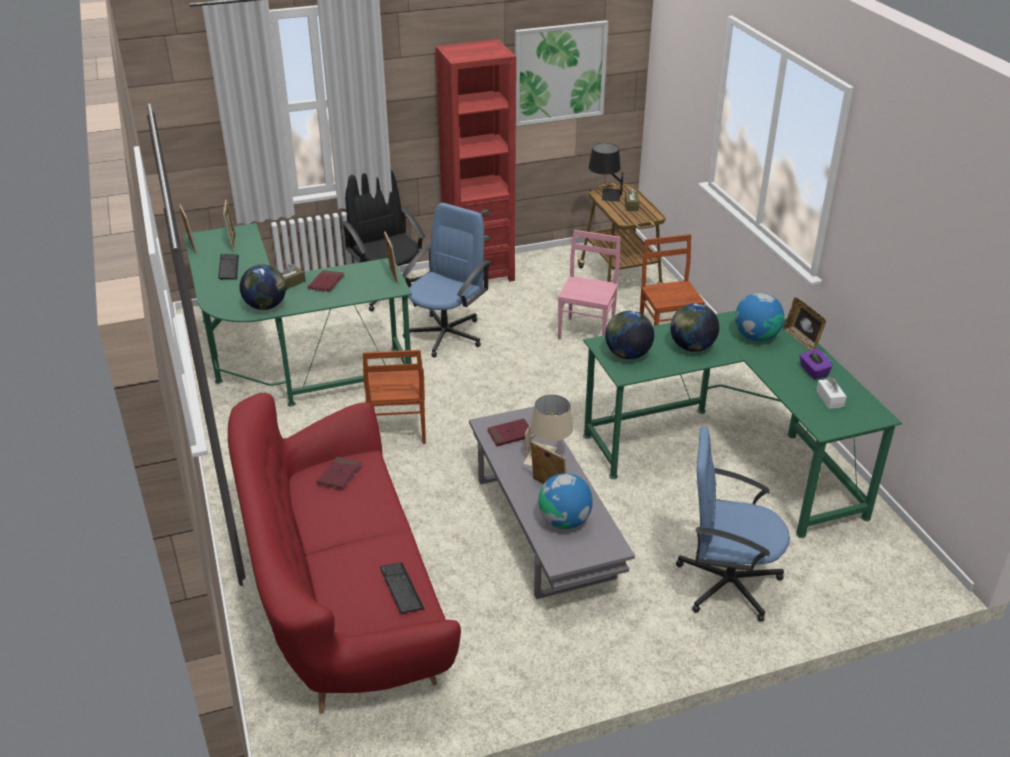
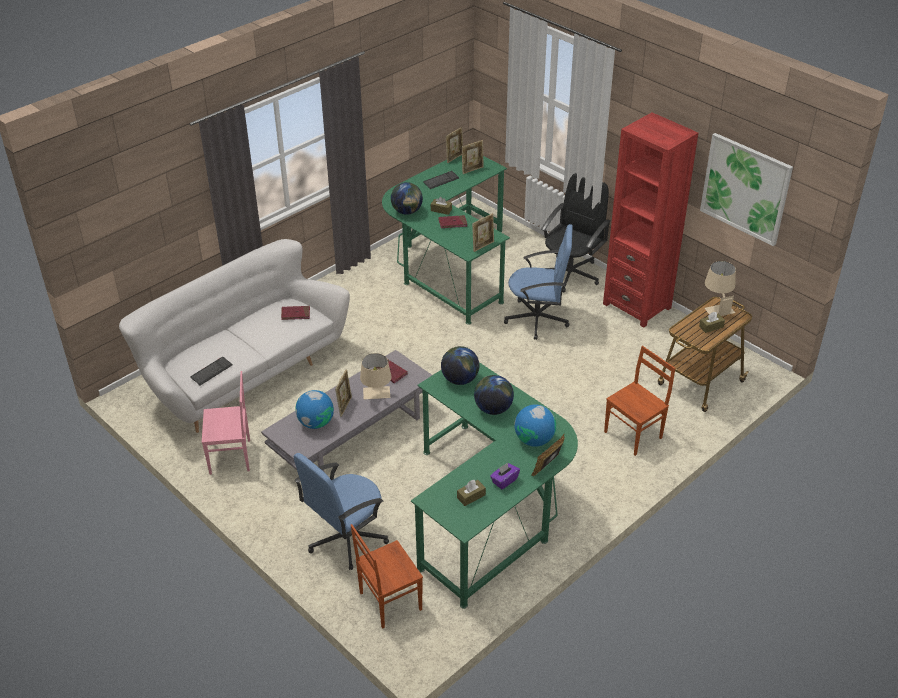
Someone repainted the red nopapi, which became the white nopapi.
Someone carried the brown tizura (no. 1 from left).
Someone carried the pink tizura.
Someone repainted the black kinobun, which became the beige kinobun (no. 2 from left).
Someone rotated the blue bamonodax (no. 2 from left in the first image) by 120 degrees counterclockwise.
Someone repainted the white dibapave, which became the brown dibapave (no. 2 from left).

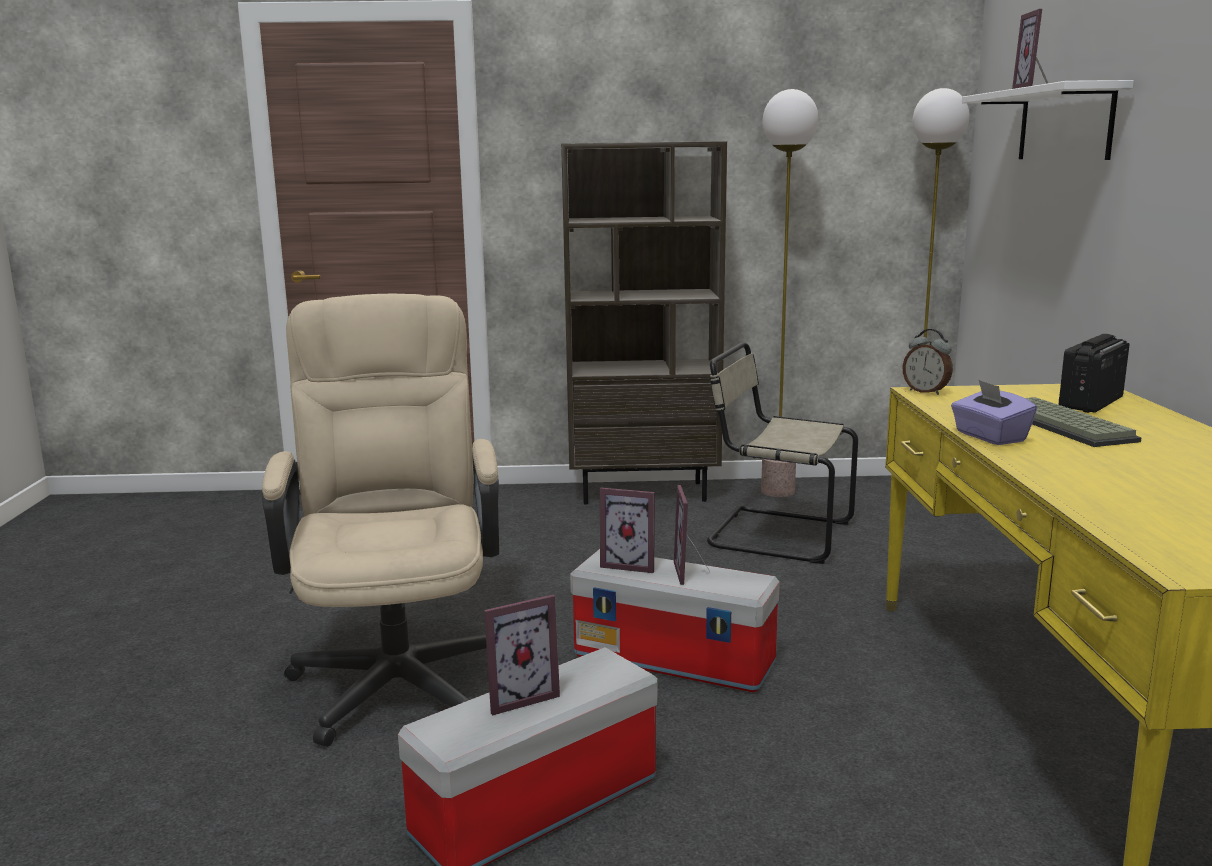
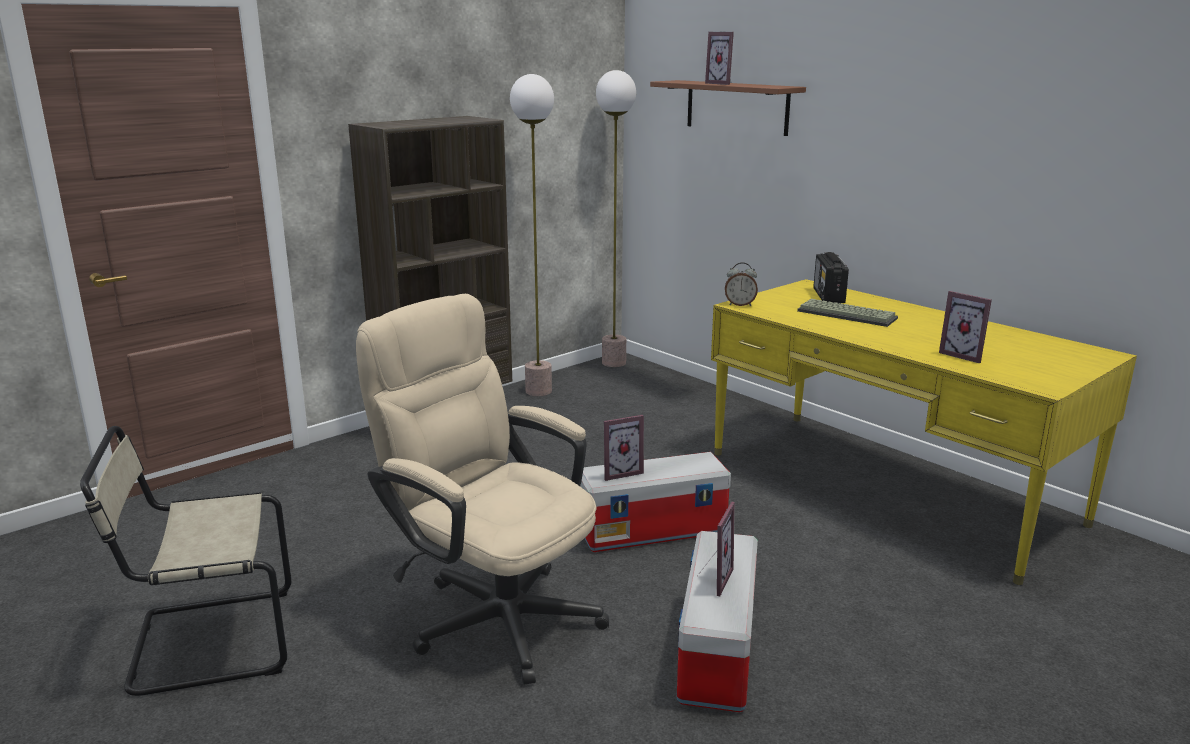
Someone carried the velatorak (no. 3 from left in the first image).
Someone carried the beige tizura.
Someone took away the purple dibapave.
Someone repainted the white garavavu, which became the brown garavavu.

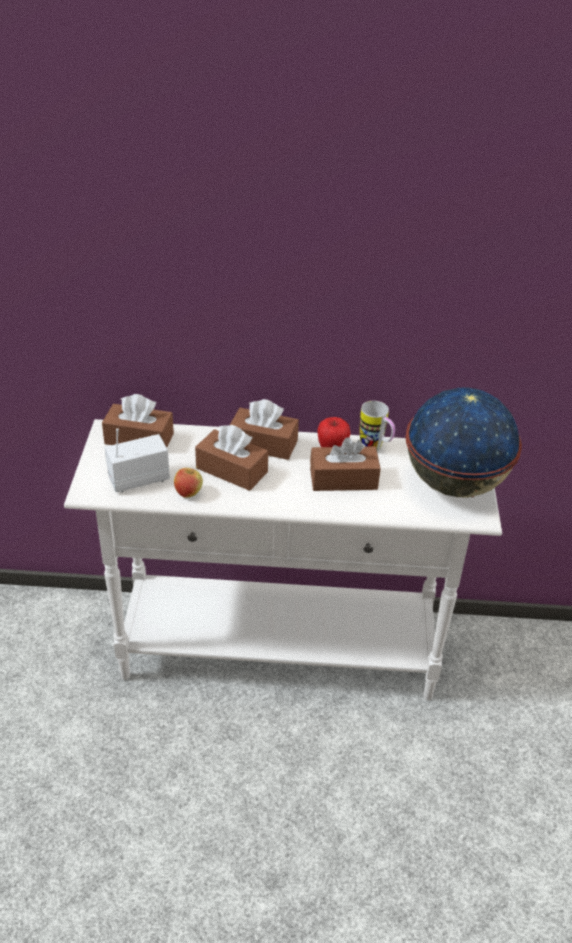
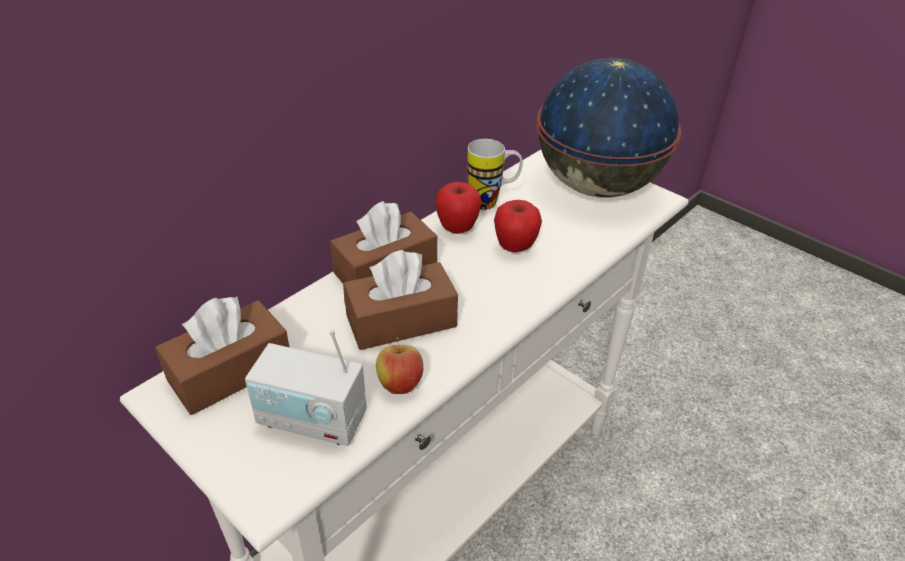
Someone rotated the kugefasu by 90 degrees counterclockwise.
Someone swapped the brown dibapave (no. 4 from left) for the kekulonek (no. 3 from left).

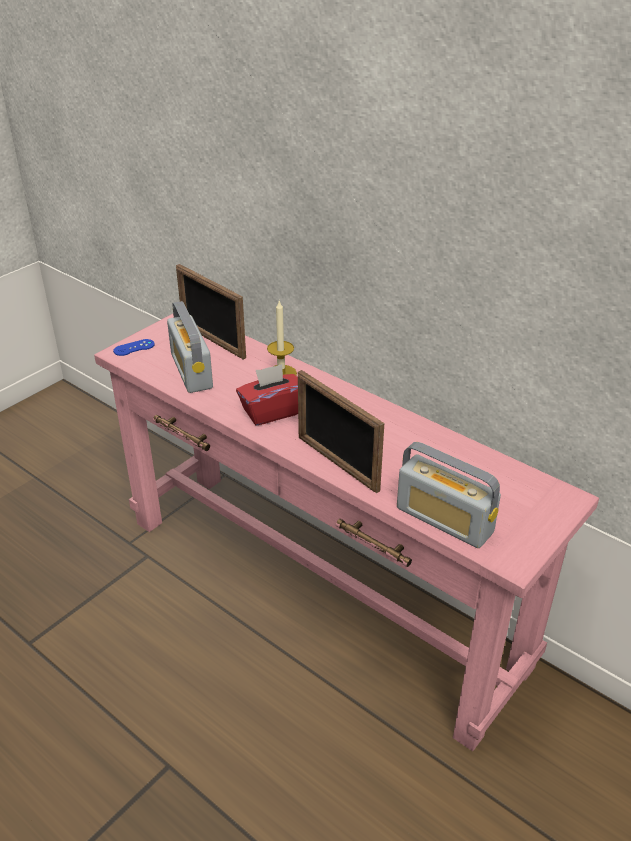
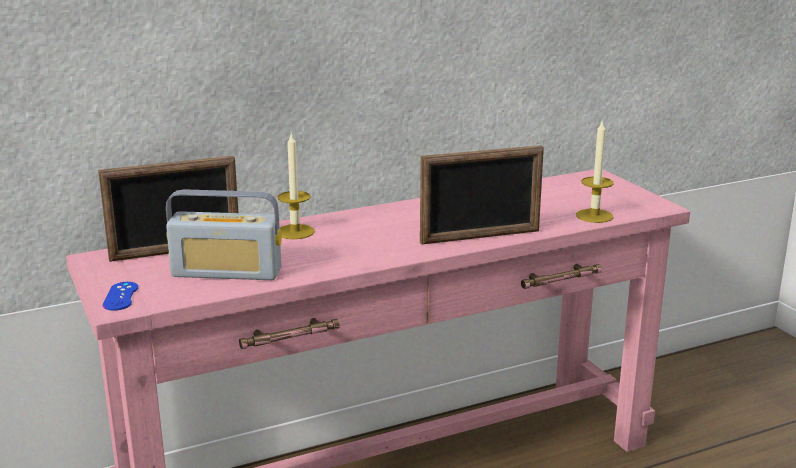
Someone took away the red dibapave.
Someone swapped the kugefasu (no. 2 from left) for the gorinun (no. 2 from left).

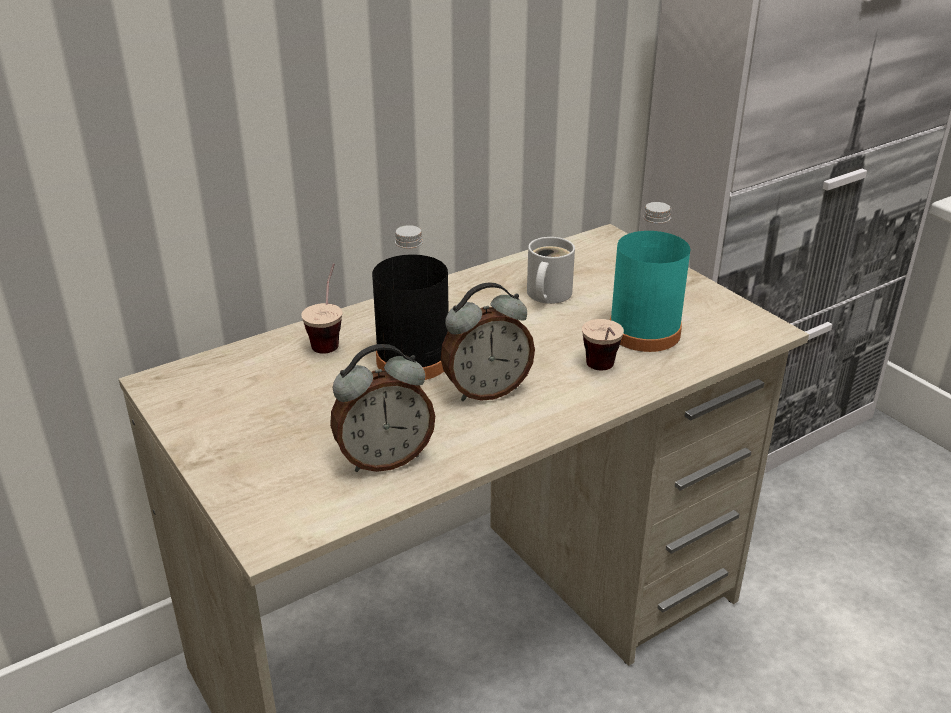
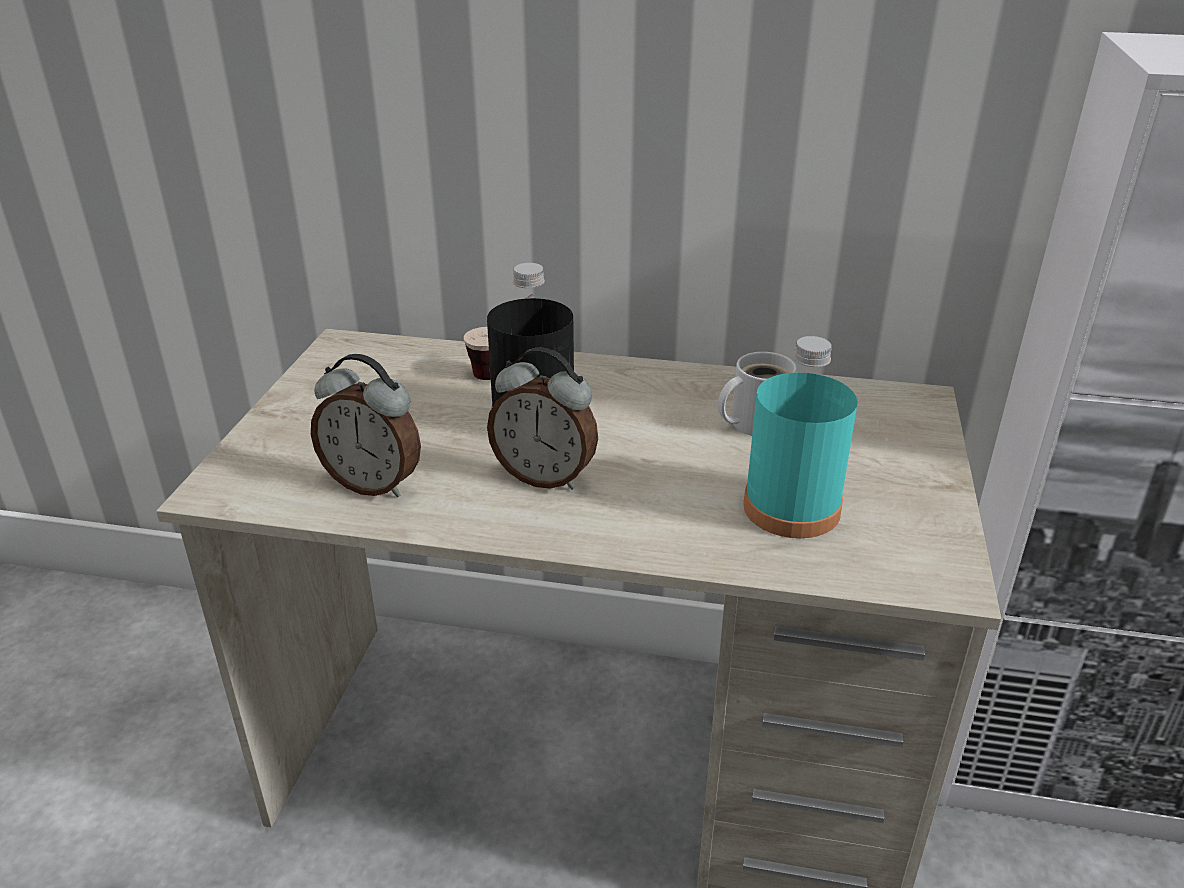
Someone took away the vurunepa (no. 2 from left).

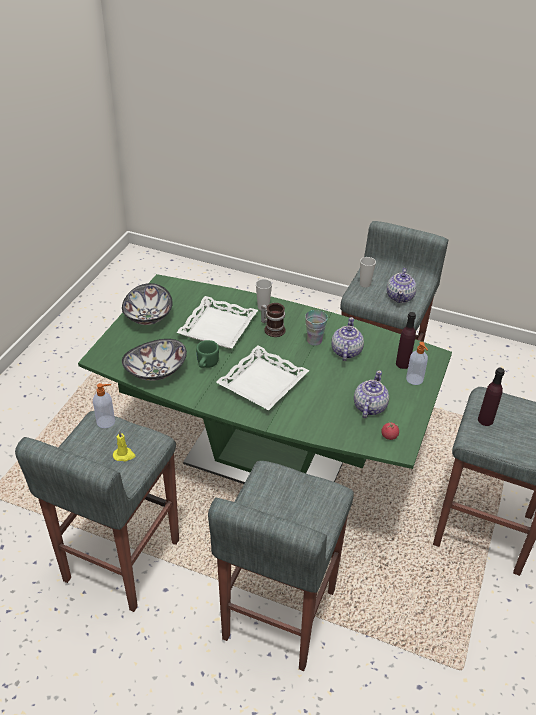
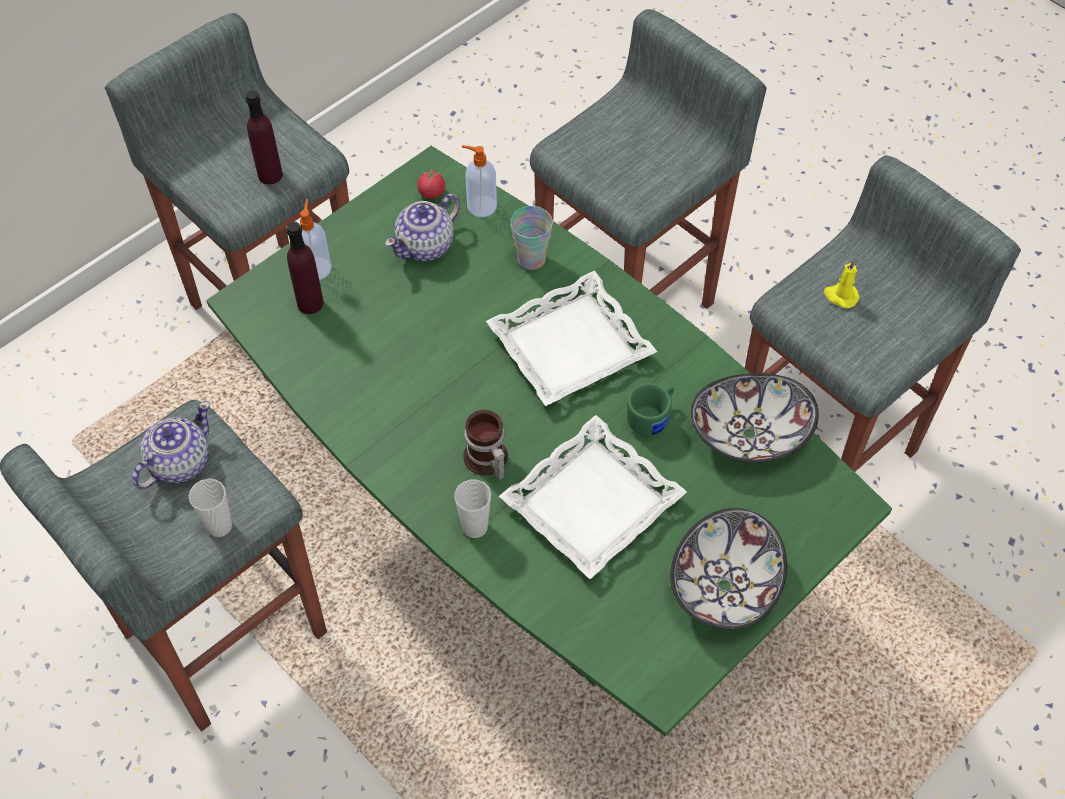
Someone carried the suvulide (no. 1 from left in the first image).
Someone carried the vurunepa (no. 2 from left in the first image).
Someone took away the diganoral (no. 1 from left).

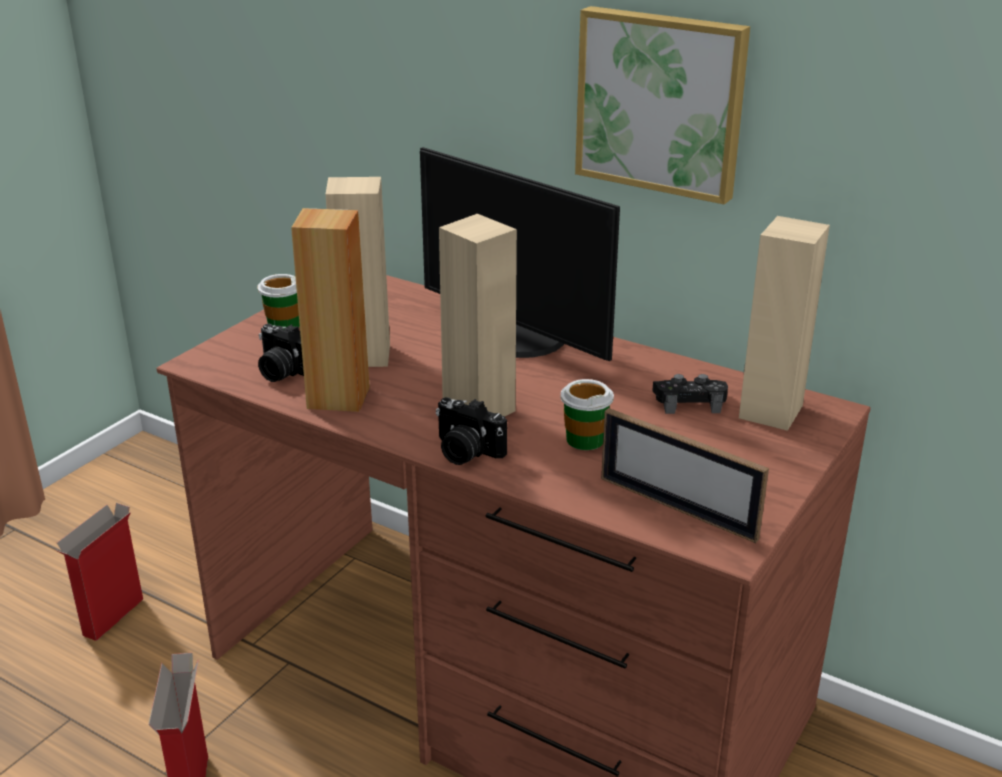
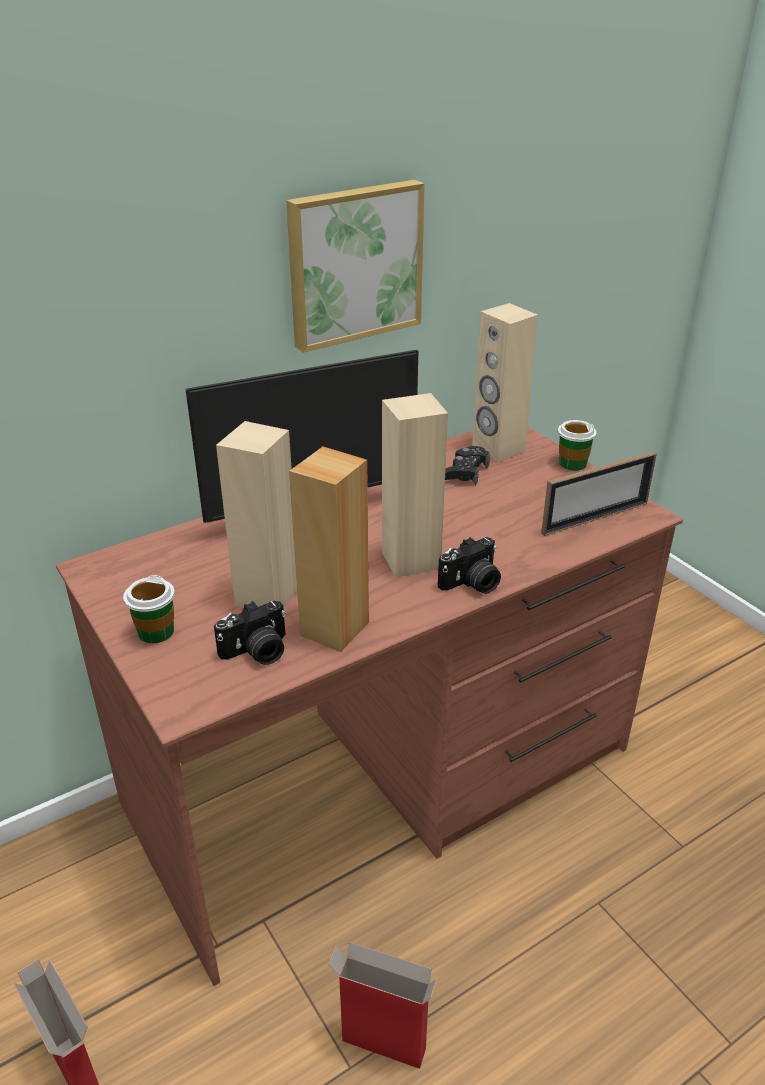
Someone carried the vurunepa (no. 2 from left).

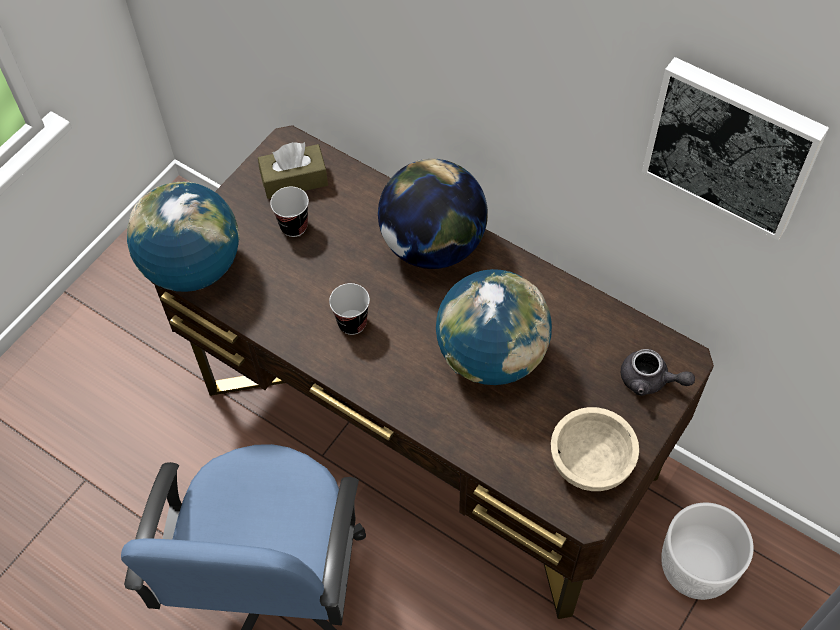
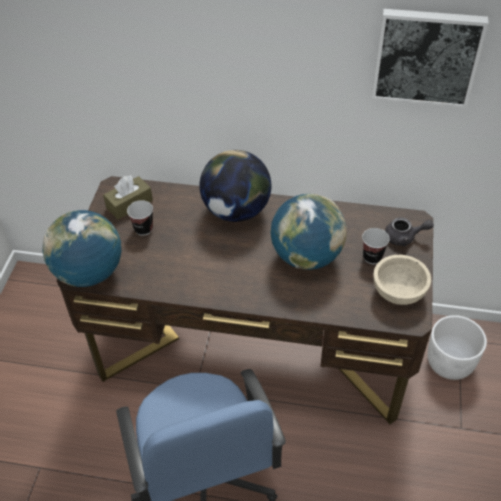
Someone carried the vurunepa (no. 2 from left).

